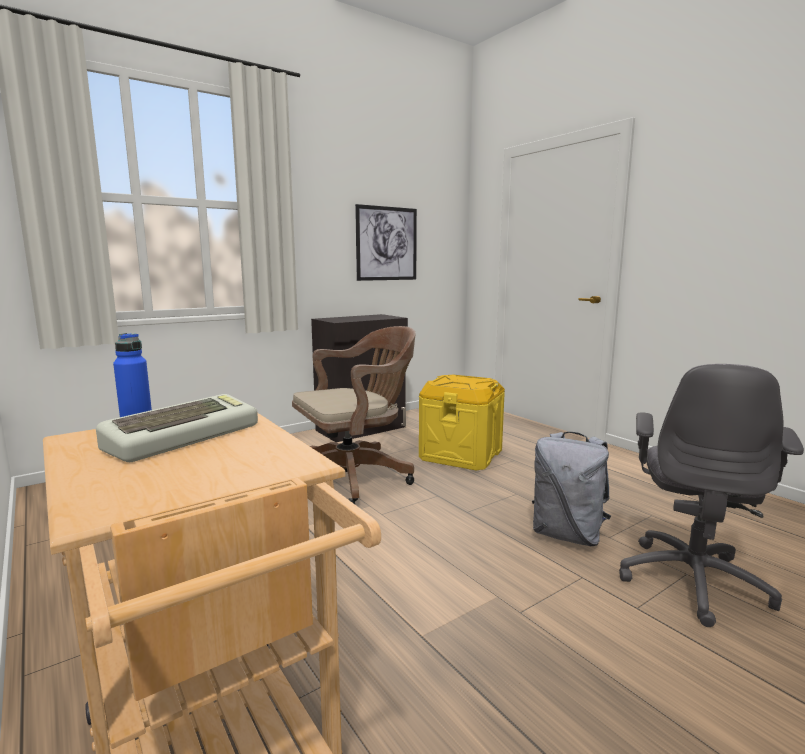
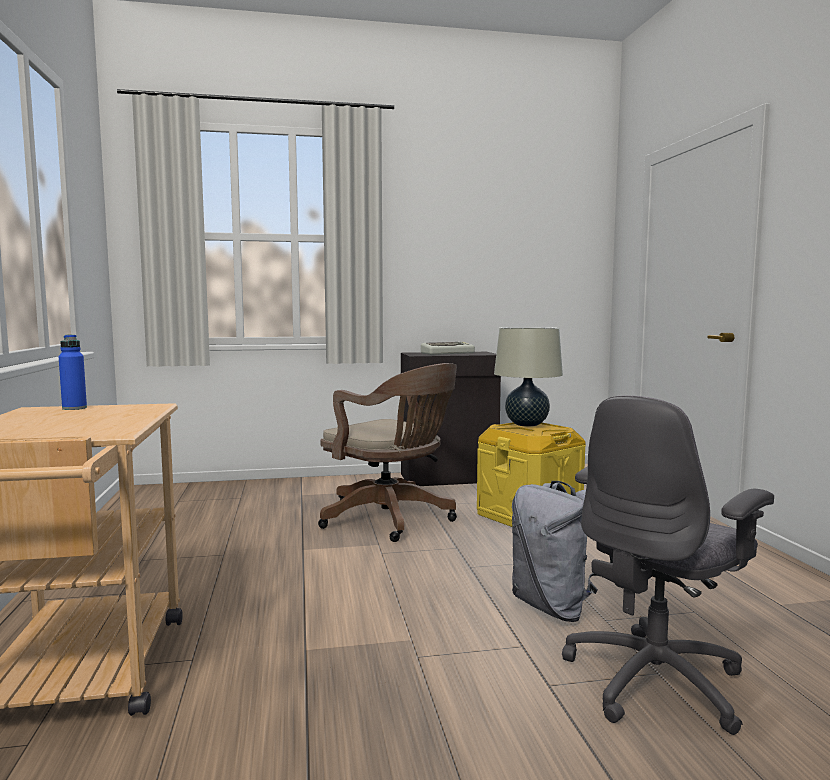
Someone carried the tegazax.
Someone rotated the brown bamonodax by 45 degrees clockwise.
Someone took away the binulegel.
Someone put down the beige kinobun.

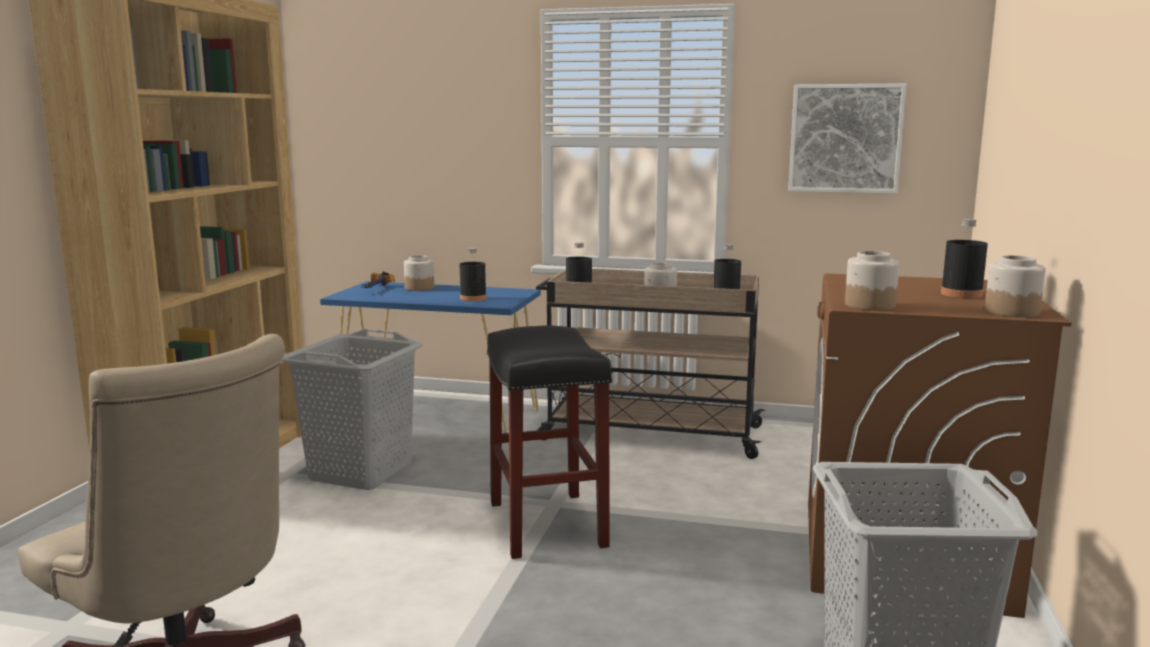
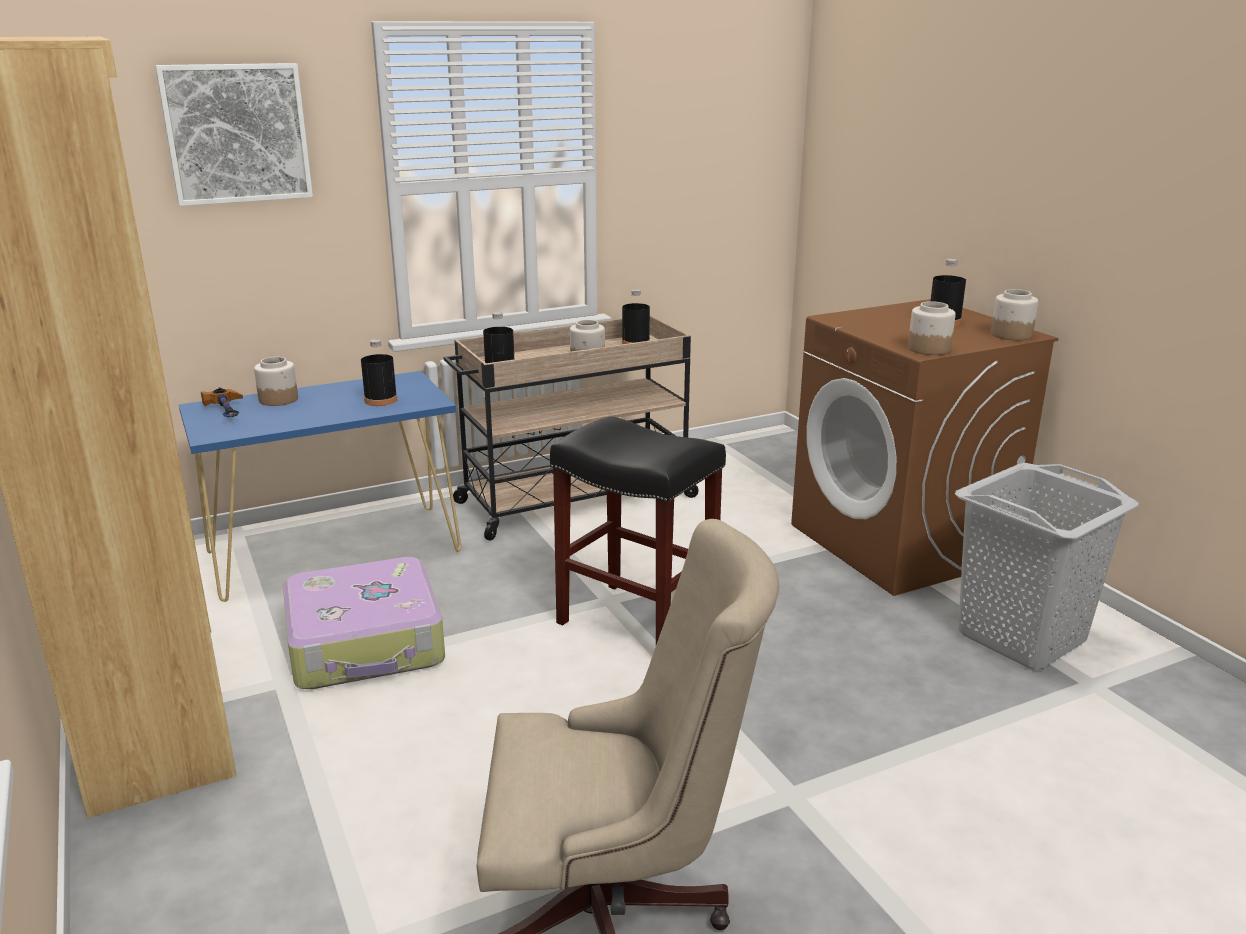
Someone swapped the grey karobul (no. 1 from left) for the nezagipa.
Someone carried the binulegel.

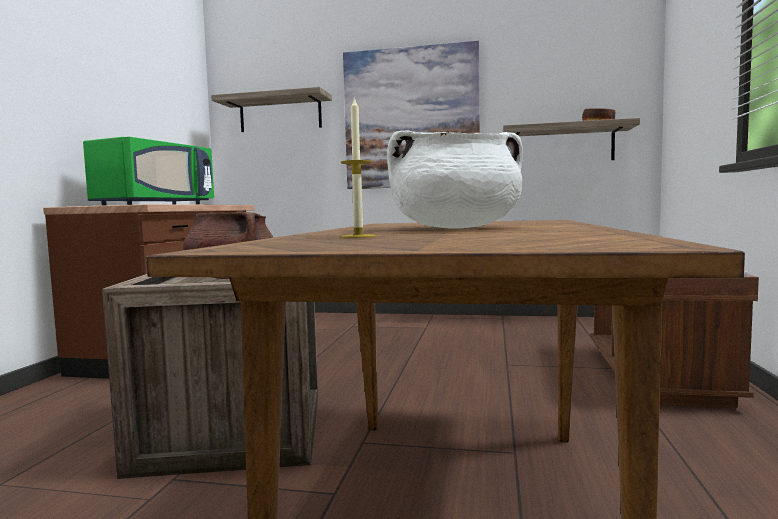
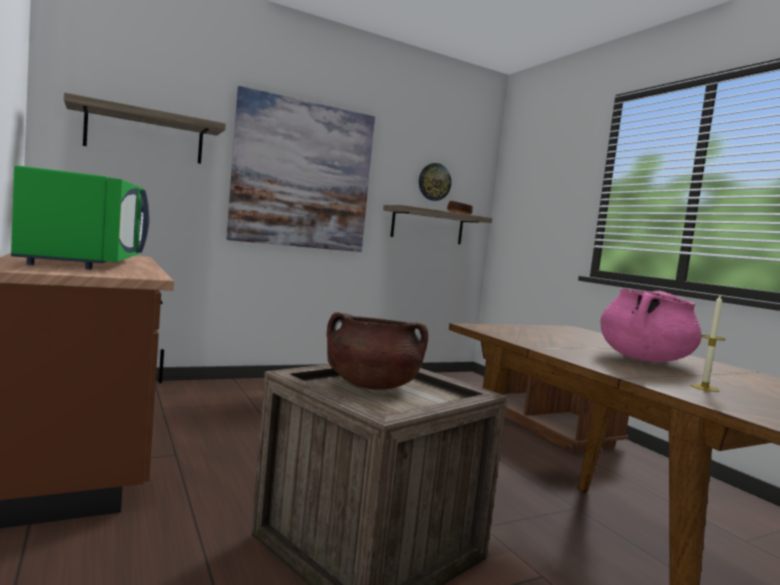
Someone repainted the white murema, which became the pink murema.
Someone put up the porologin.

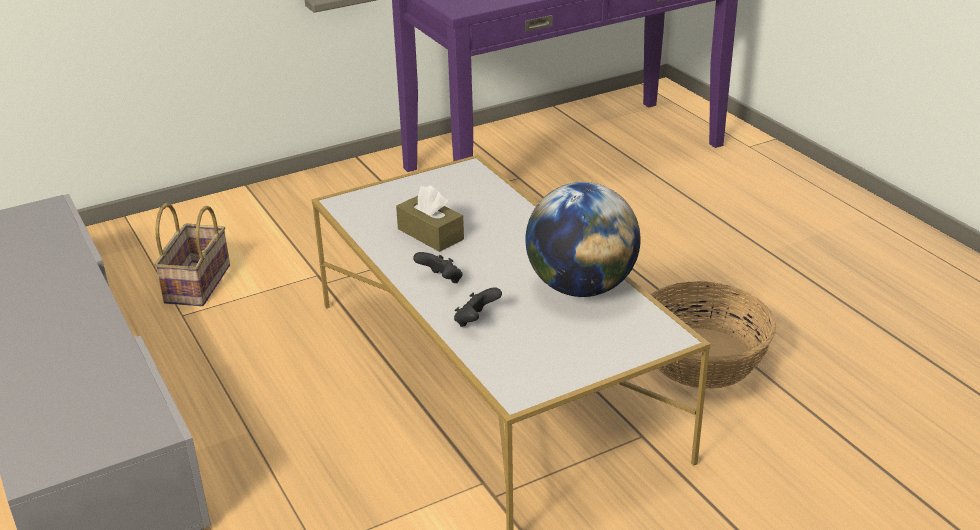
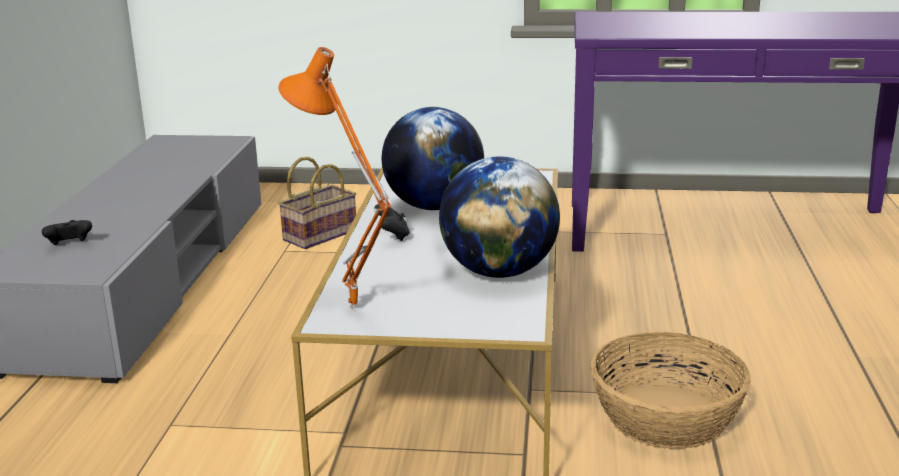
Someone swapped the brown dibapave for the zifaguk (no. 1 from left).
Someone carried the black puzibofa (no. 2 from left in the first image).
Someone put down the orange kinobun.

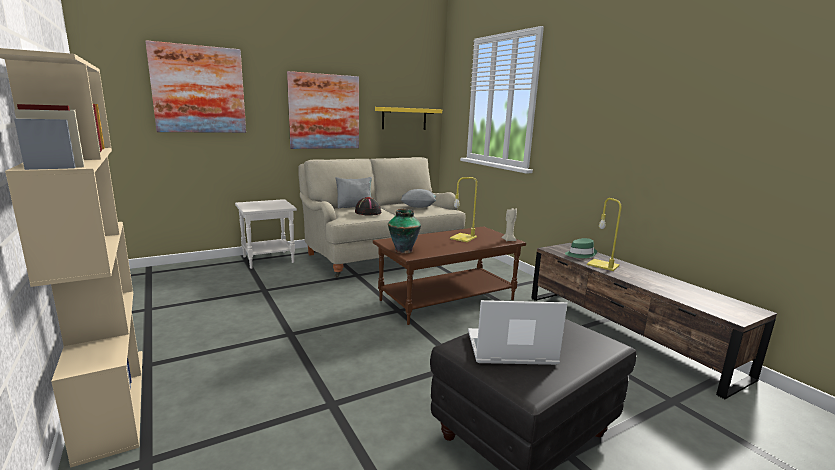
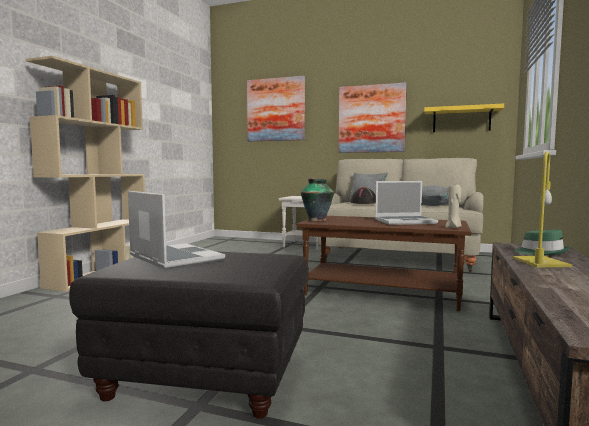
Someone swapped the yellow kinobun (no. 1 from left) for the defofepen (no. 2 from left).

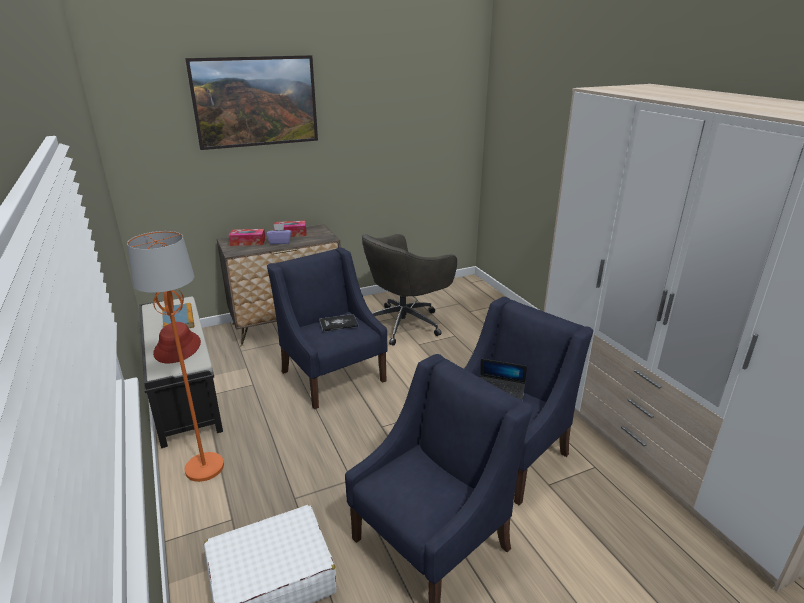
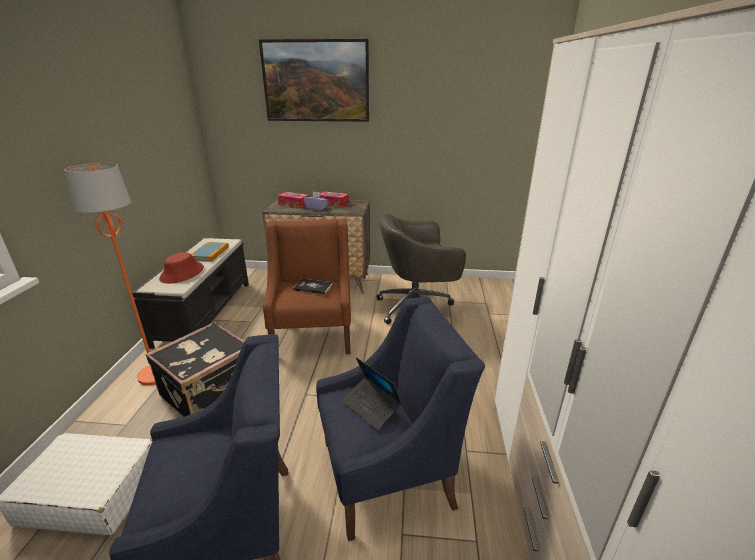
Someone repainted the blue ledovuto (no. 1 from left), which became the brown ledovuto.
Someone put down the black nezagipa.

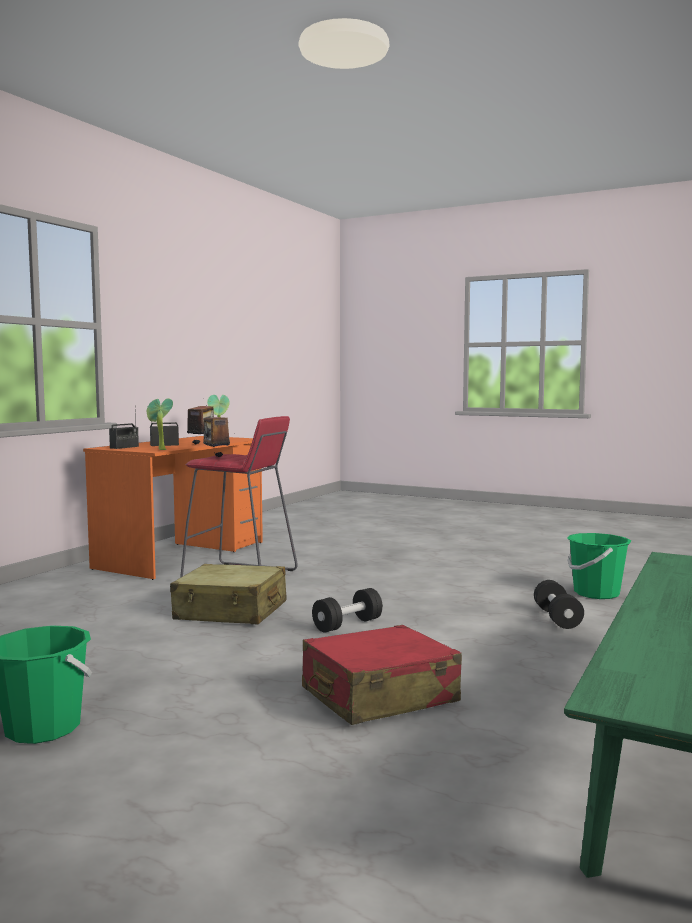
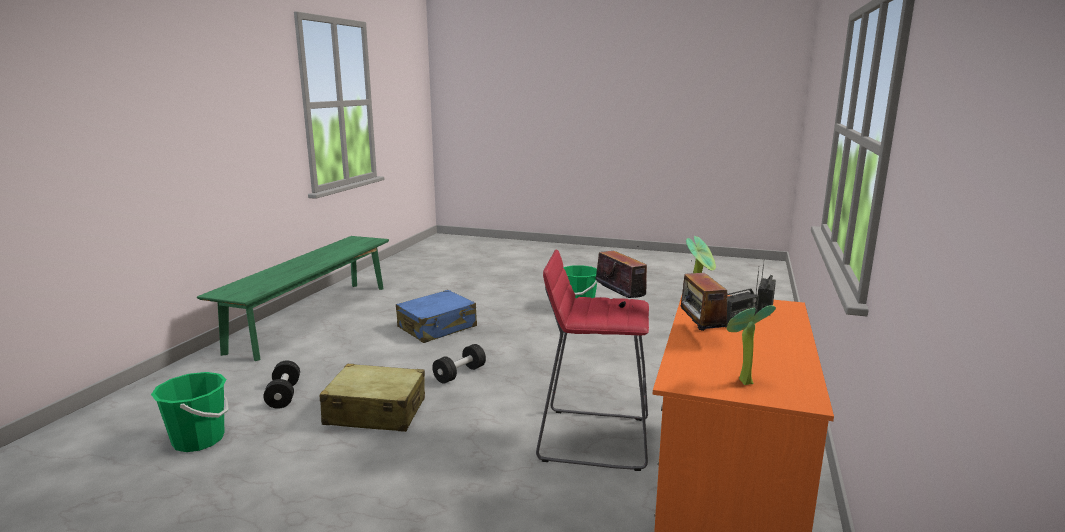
Someone carried the beige nezagipa.
Someone repainted the red nezagipa, which became the blue nezagipa.

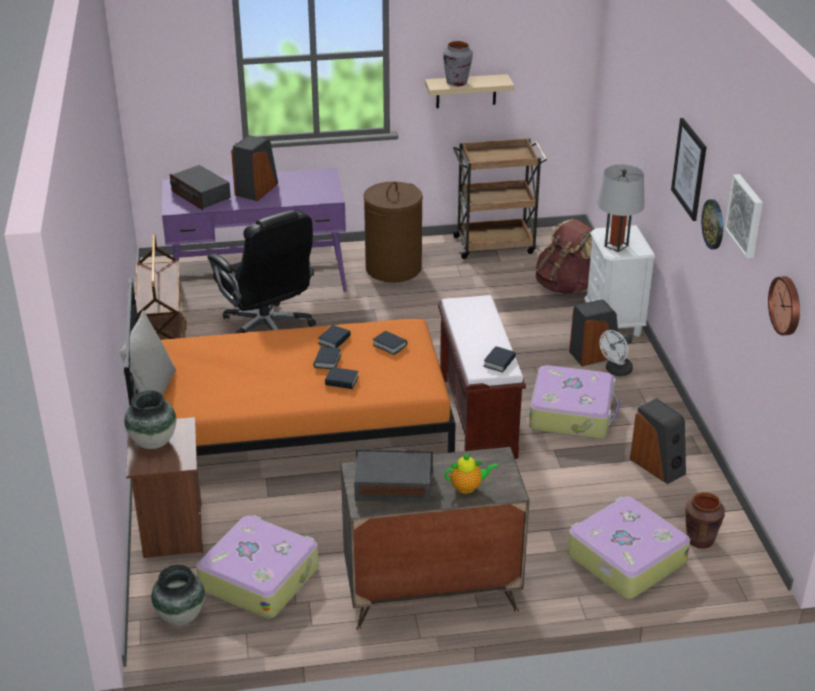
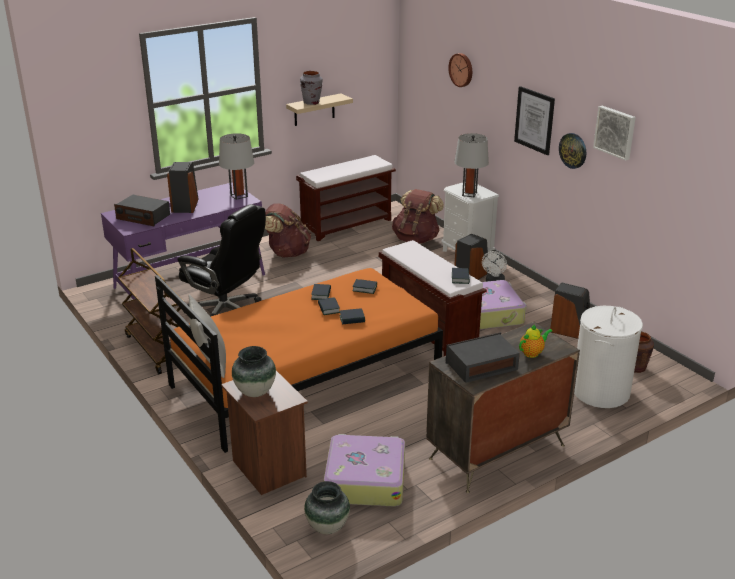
Someone swapped the brown karobul for the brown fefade (no. 1 from left).
Someone swapped the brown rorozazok (no. 2 from left) for the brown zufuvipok (no. 1 from left).
Someone swapped the nezagipa (no. 3 from left) for the white karobul.
Someone carried the porologin (no. 2 from left in the first image).
Someone put down the grey kinobun (no. 1 from left).

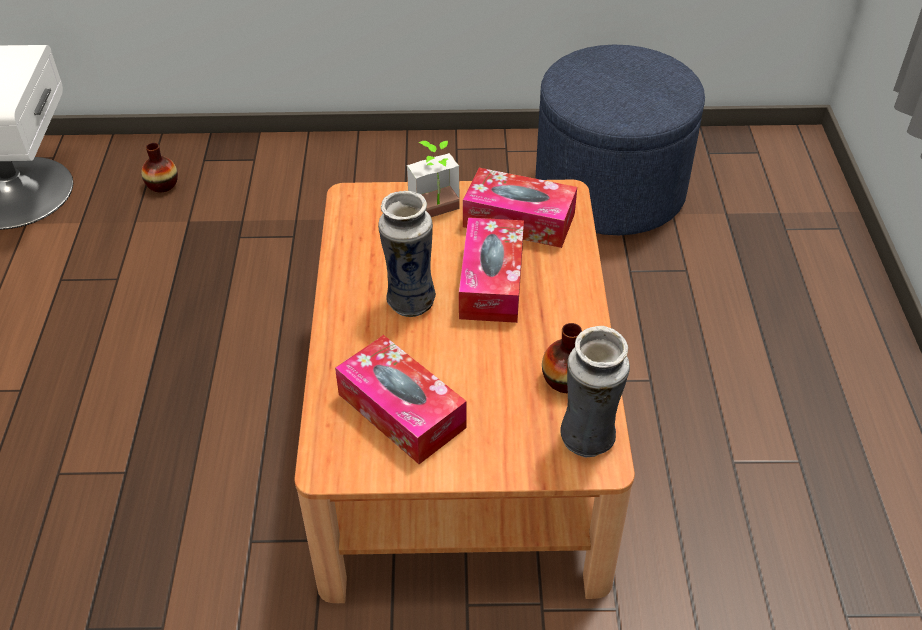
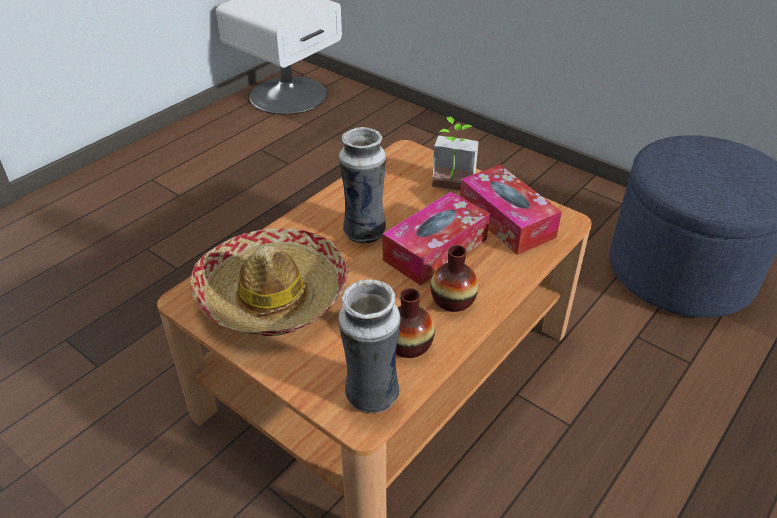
Someone carried the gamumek (no. 1 from left in the first image).
Someone swapped the dibapave (no. 1 from left) for the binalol.

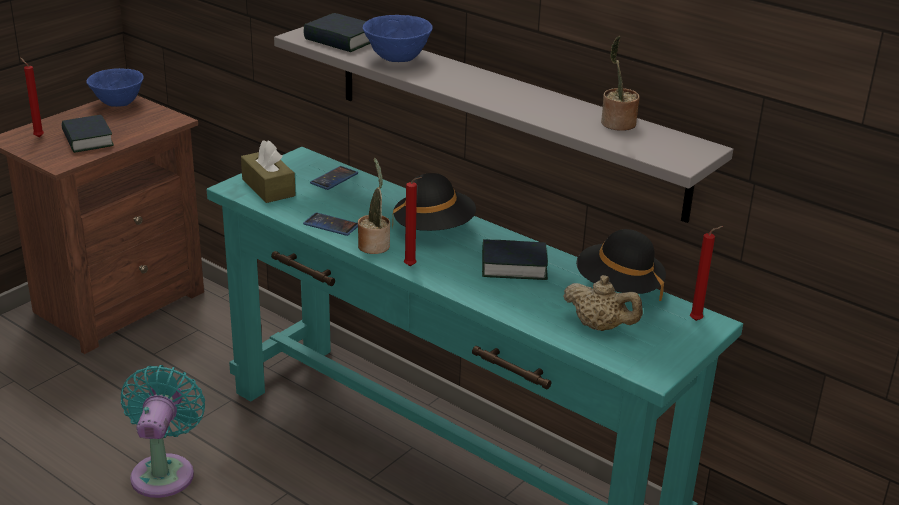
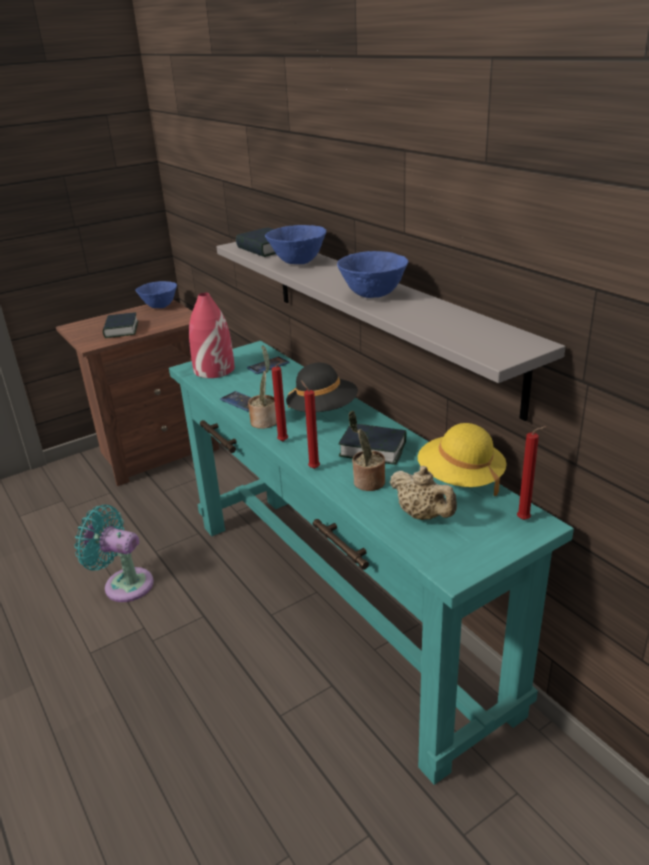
Someone carried the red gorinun (no. 1 from left in the first image).
Someone rotated the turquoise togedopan by 90 degrees counterclockwise.
Someone swapped the brown dibapave for the red gamumek.
Someone repainted the black binalol (no. 2 from left), which became the yellow binalol.
Someone carried the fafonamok (no. 2 from left).
Someone put down the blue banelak (no. 3 from left).

